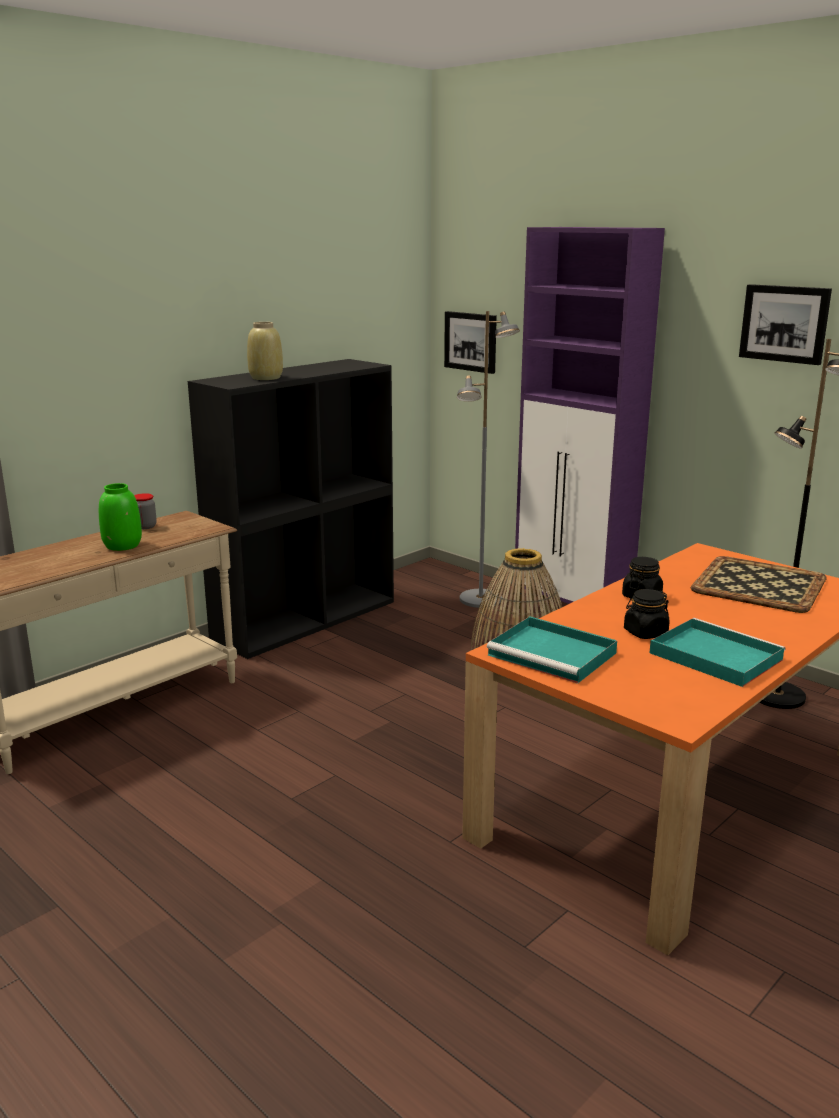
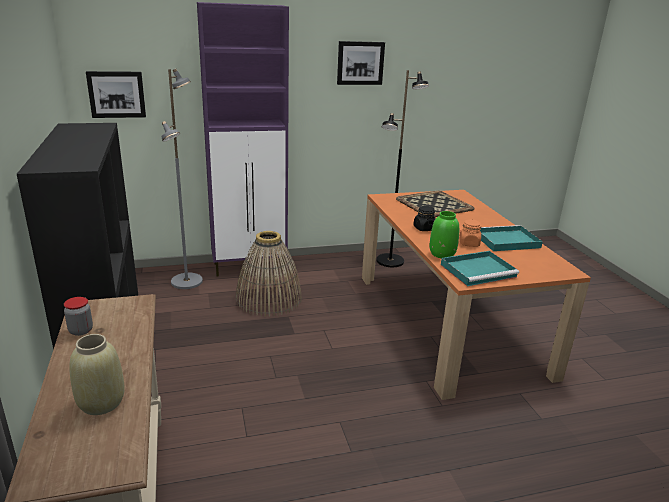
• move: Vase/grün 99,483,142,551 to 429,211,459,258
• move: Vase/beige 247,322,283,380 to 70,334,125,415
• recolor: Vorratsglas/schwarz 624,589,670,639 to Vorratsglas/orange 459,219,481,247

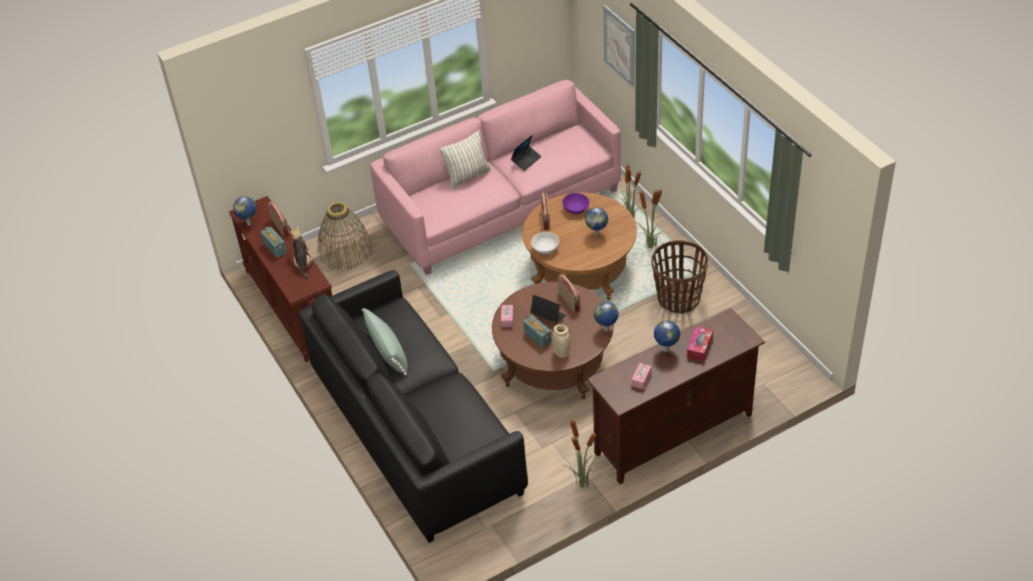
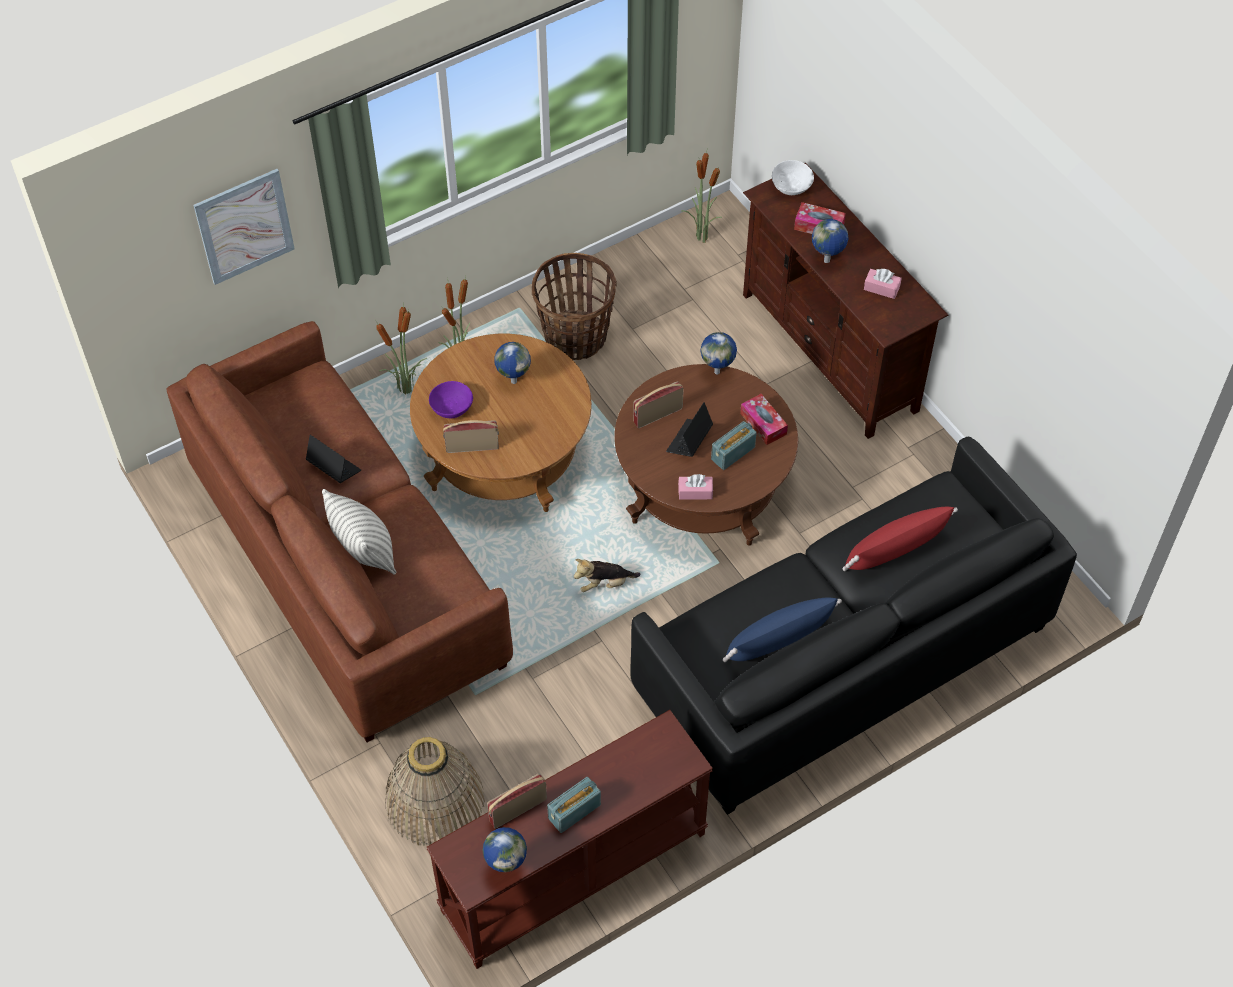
• move: Plüschtier 290,226,314,279 to 574,559,640,592
• recolor: Kissen/grün 362,308,407,375 to Kissen/blau 723,598,842,662
• recolor: Sofa/rosa 370,80,621,275 to Sofa/braun 167,321,513,742
• move: Schüssel/weiß 531,232,559,254 to 772,160,814,195
• replace: Vase/beige 553,324,570,358 to Taschentuchbox 740,394,788,445
• move: Topfpflanze 563,418,600,488 to 682,147,722,243
• insert: Kissen/rot 843,507,958,571

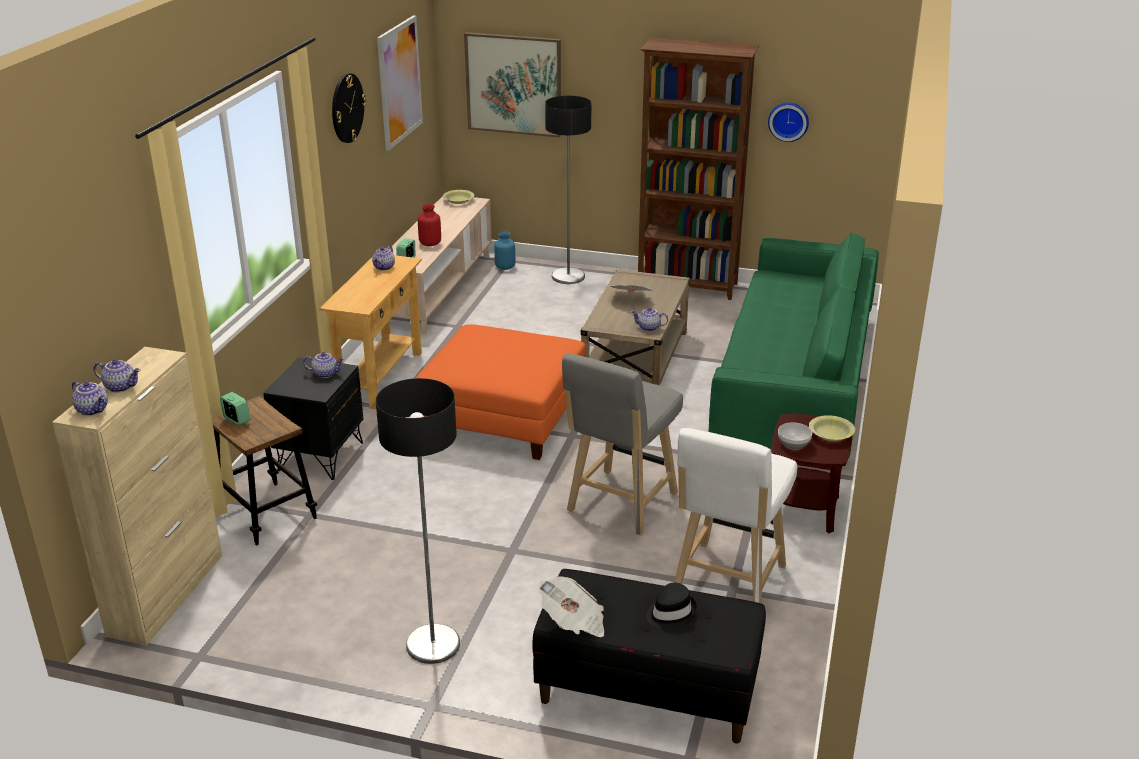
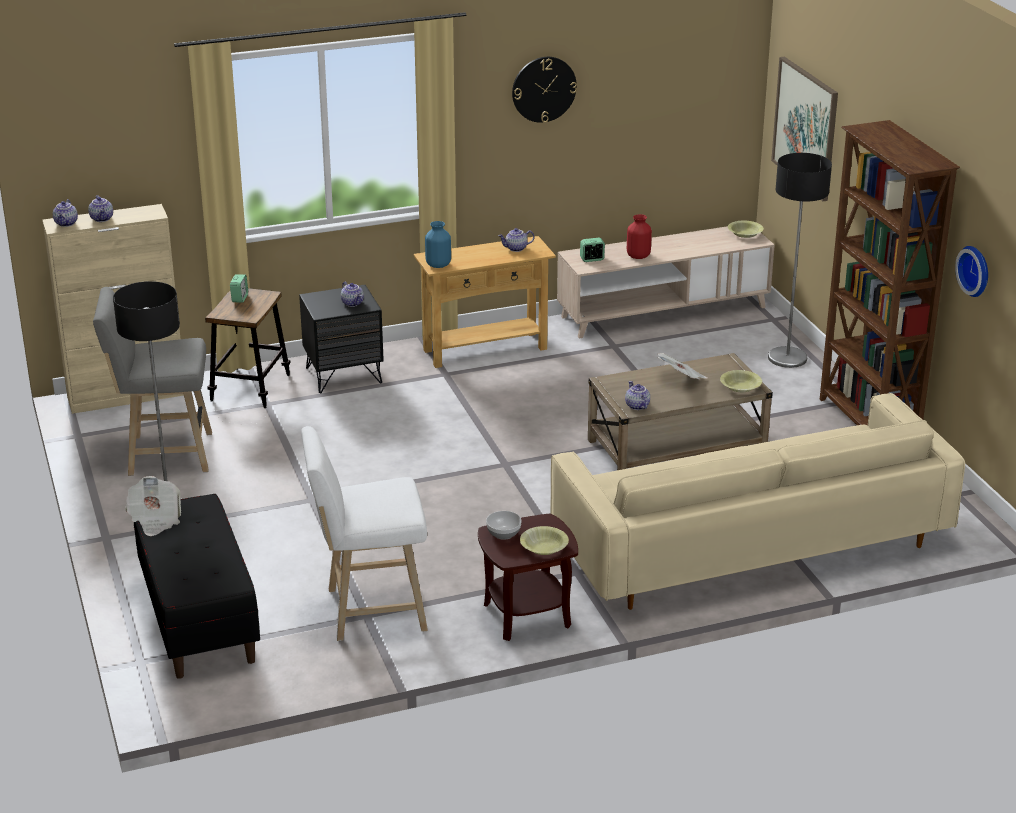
• delete: Bild 377,16,423,151
• delete: Polsterhocker/orange 416,324,586,460
• move: Vase/blau 494,232,515,270 to 425,221,451,268
• move: Hocker/grau 562,354,683,535 to 93,287,212,476
• delete: Hut/schwarz 646,582,697,629
• recolor: Sofa/grün 709,232,879,459 to Sofa/beige 550,393,965,610
• insert: Schüssel/gelb 720,370,762,392

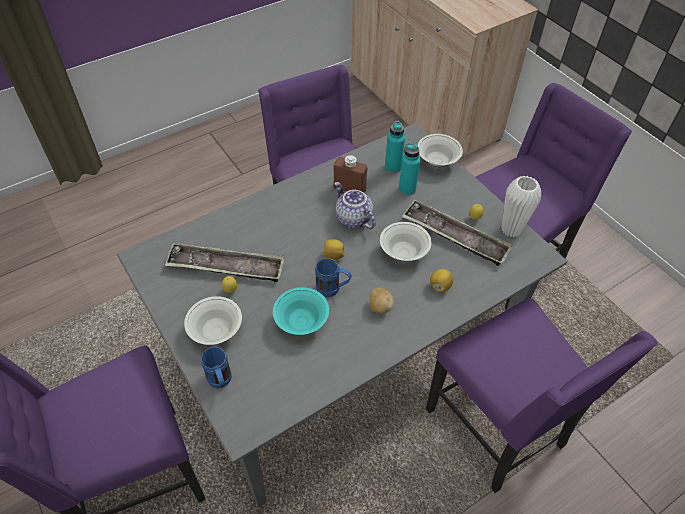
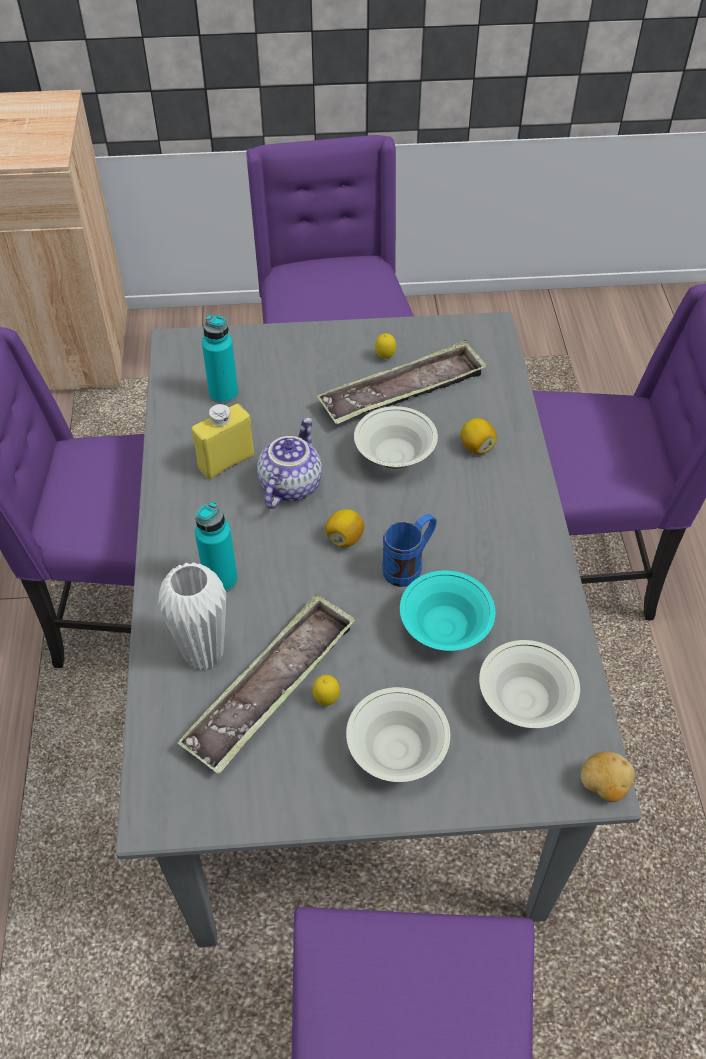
• delete: Henkelbecher/blau 201,346,232,389
• recolor: Flasche/braun 333,155,367,193 to Flasche/gelb 192,403,254,480
• rotate: Teekanne 334,182,376,229 = 257,417,322,509 120 degrees clockwise
• move: Kartoffel 369,288,394,314 to 581,751,635,802
• move: Flasche/türkis 399,143,421,196 to 195,502,238,592
• move: Schüssel/weiß 418,134,463,167 to 479,640,580,728
• move: Vase/weiß 502,176,541,237 to 158,562,226,670

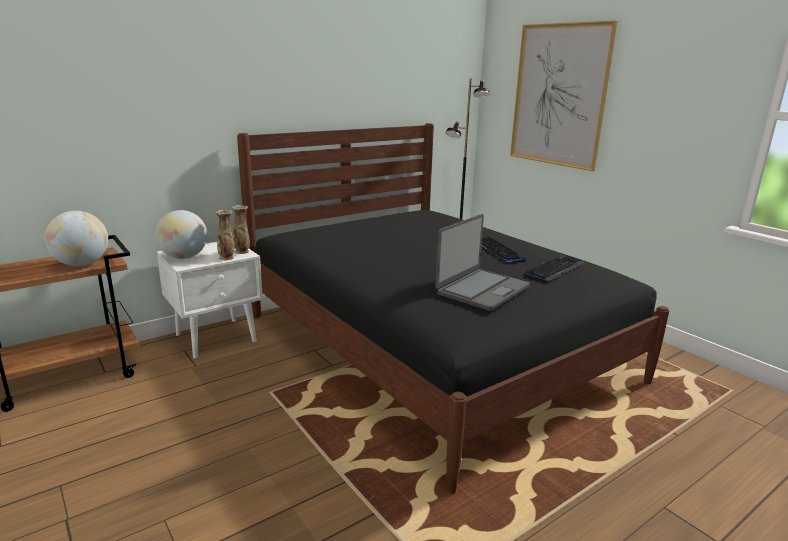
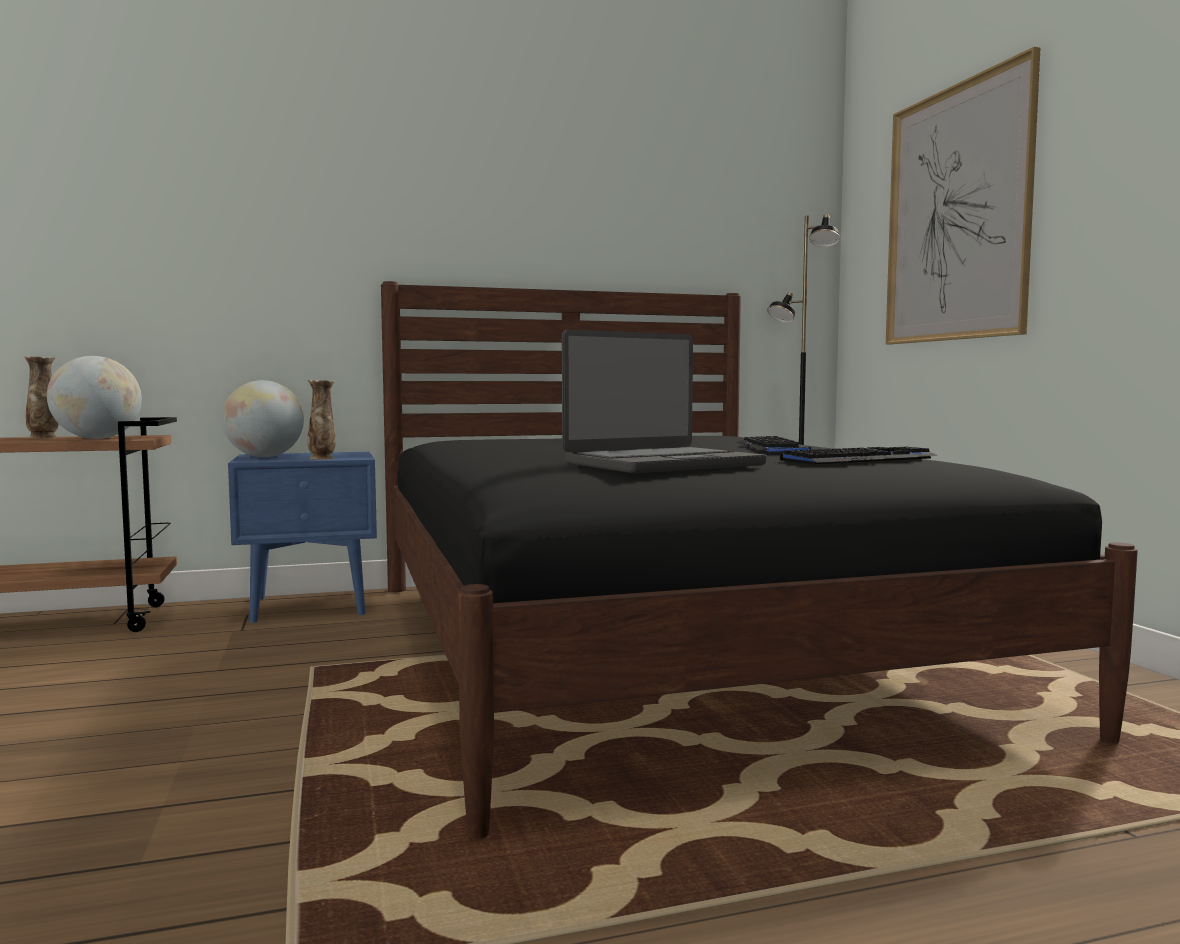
• recolor: Nachttisch/weiß 156,242,263,358 to Nachttisch/blau 228,452,377,623
• move: Vase 232,205,250,254 to 24,356,59,439

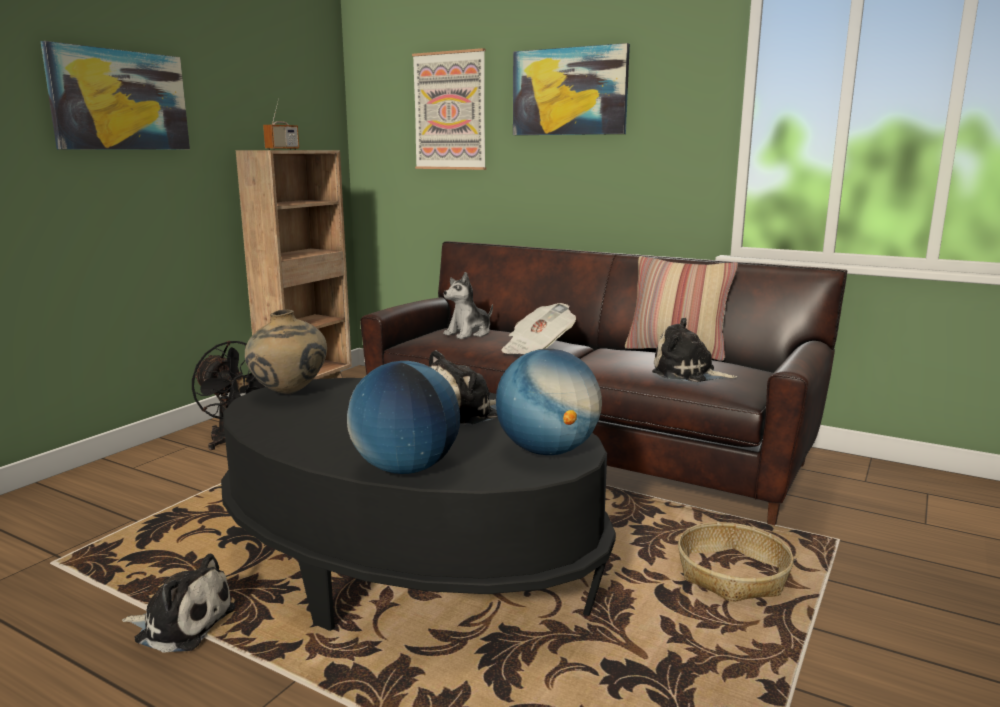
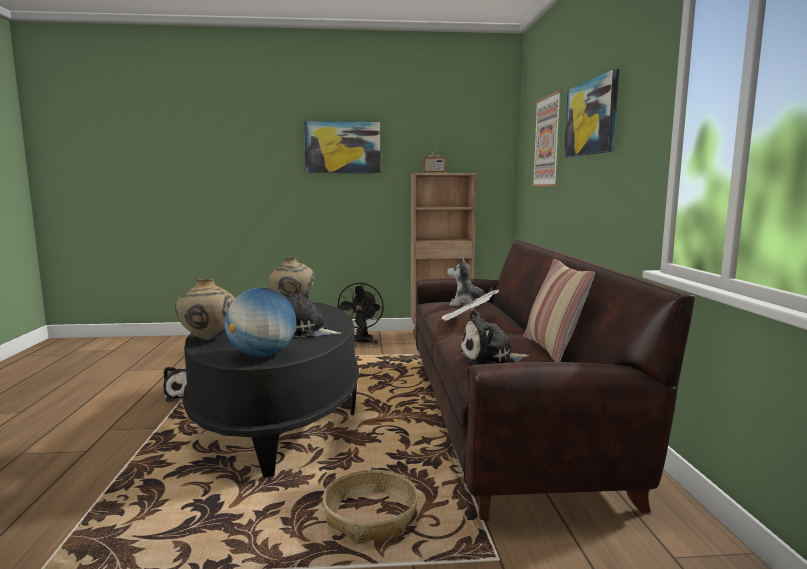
• replace: Globus 347,361,460,474 to Vase/beige 175,279,235,340
• rotate: Plüschtier 652,318,737,382 = 459,310,528,365 90 degrees counterclockwise

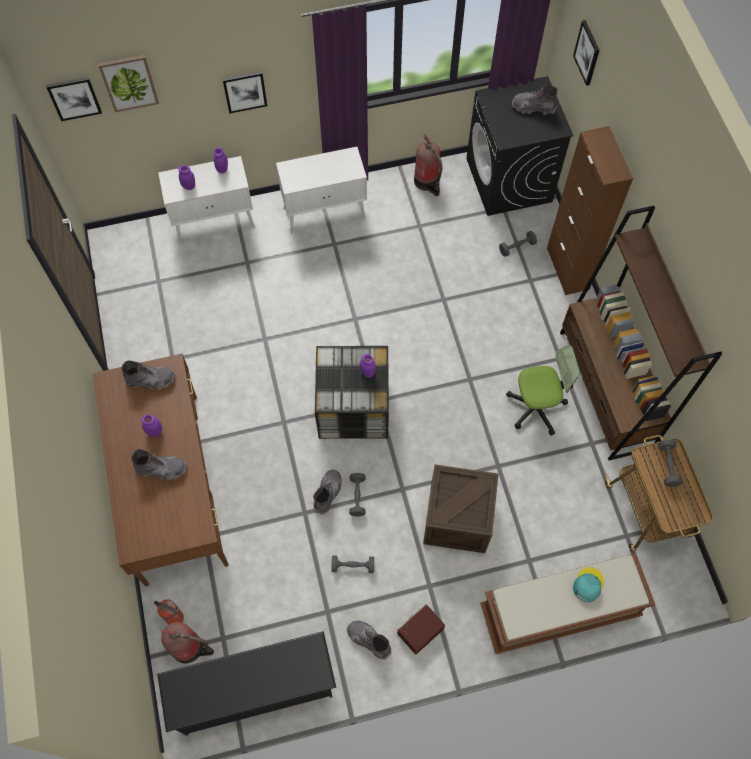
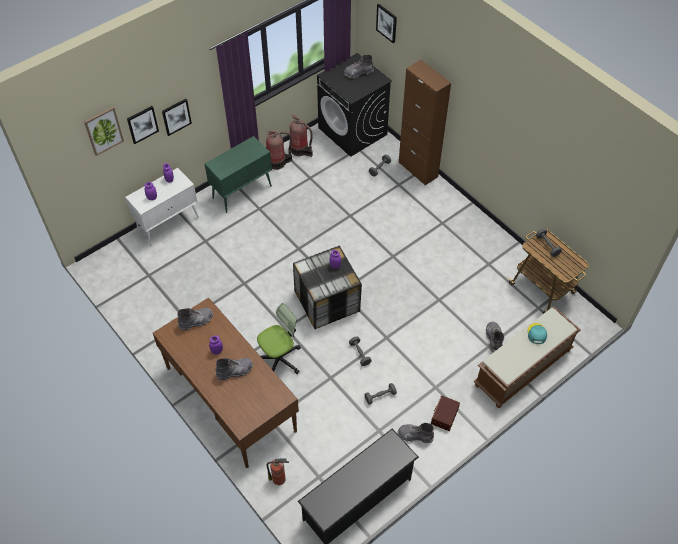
• move: Bild 46,77,102,121 to 127,106,159,144
• move: Feuerlöscher 160,622,214,663 to 266,131,292,170
• recolor: Schrank/weiß 276,147,367,234 to Schrank/grün 205,136,272,213
• move: Stiefel/grau 313,469,342,515 to 486,322,504,352
• delete: Kiste 423,464,499,553
• move: Bürostuhl 506,346,580,436 to 257,303,301,374
• delete: Bücherregal/braun 560,206,722,460

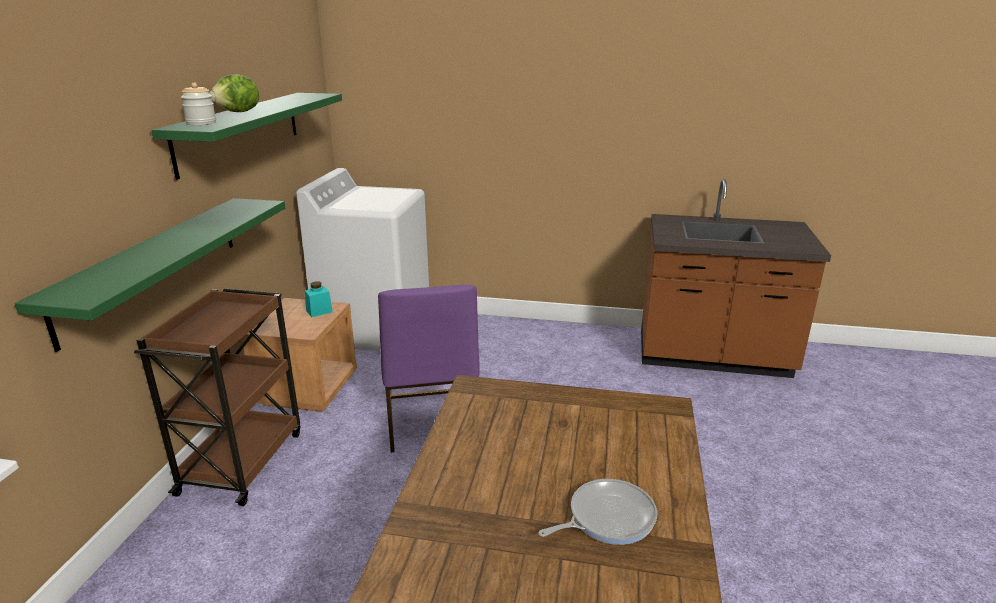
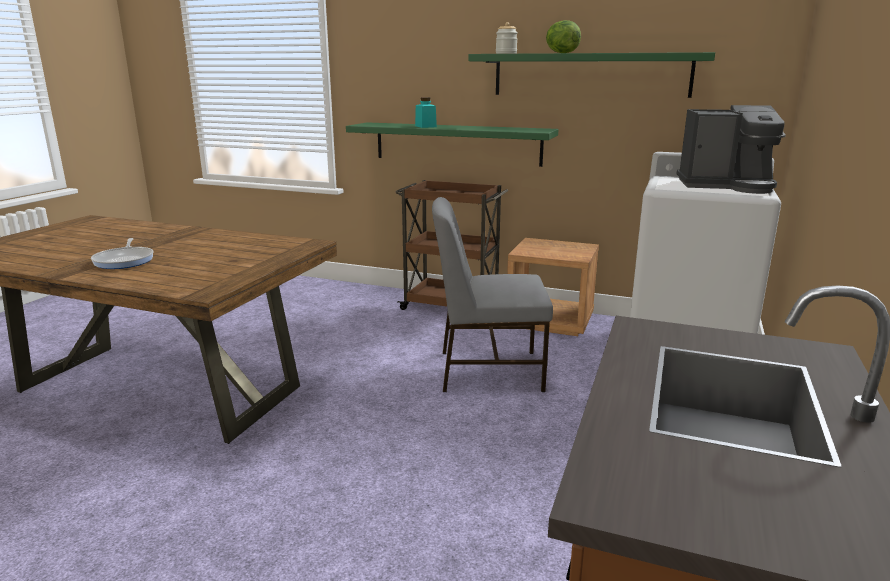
• move: Vorratsglas/türkis 305,281,333,317 to 415,97,437,128
• recolor: Stuhl/lila 378,285,480,452 to Stuhl/grau 432,197,553,392
• insert: Kaffeemaschine 677,105,786,194

